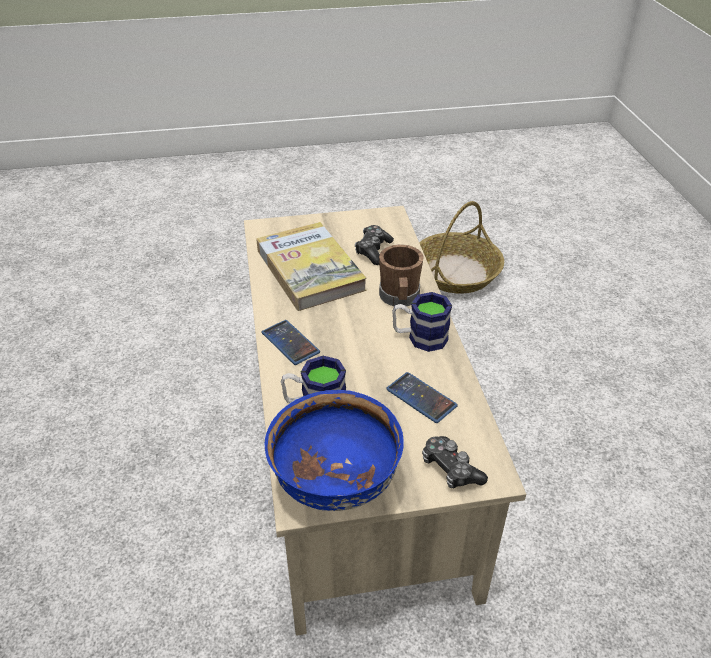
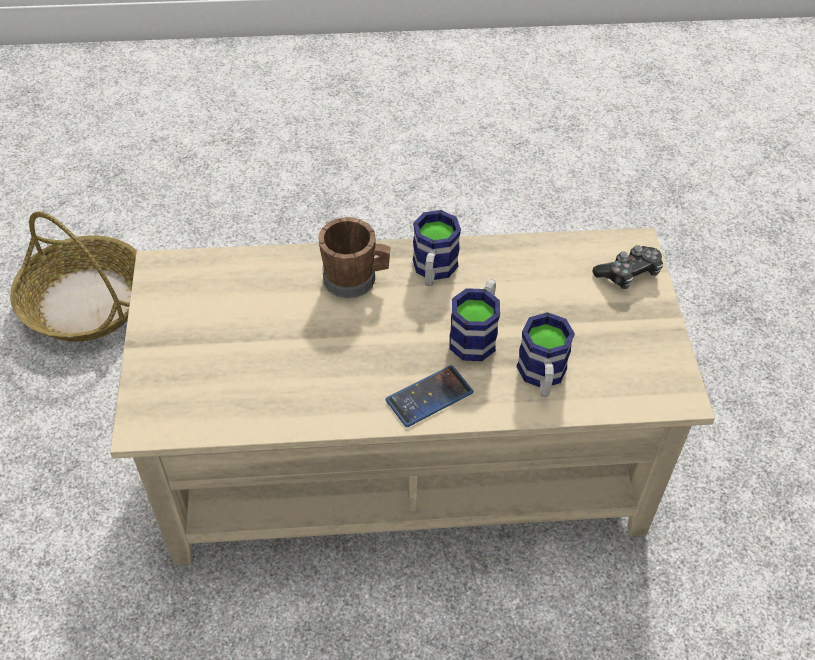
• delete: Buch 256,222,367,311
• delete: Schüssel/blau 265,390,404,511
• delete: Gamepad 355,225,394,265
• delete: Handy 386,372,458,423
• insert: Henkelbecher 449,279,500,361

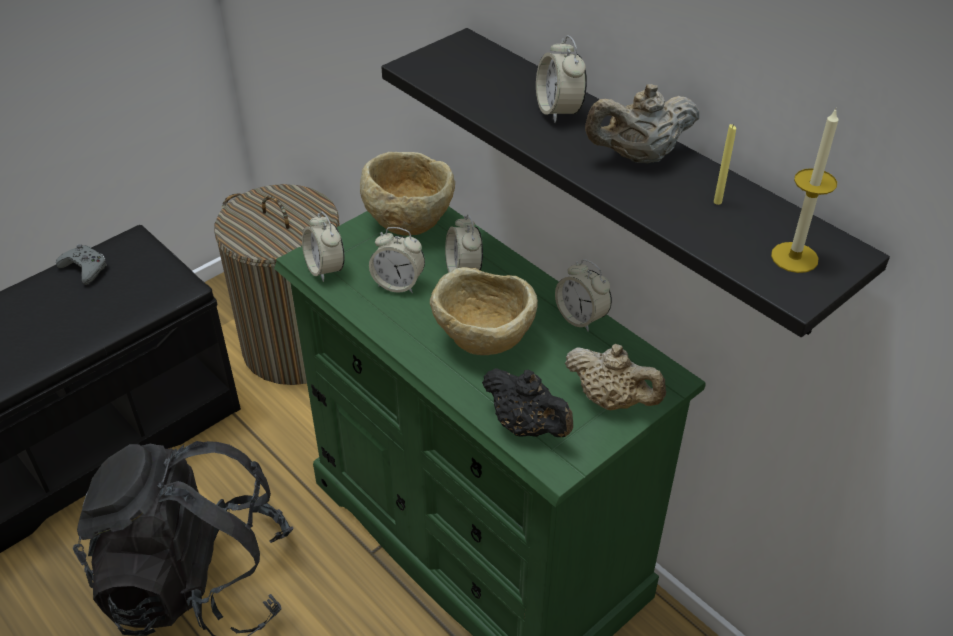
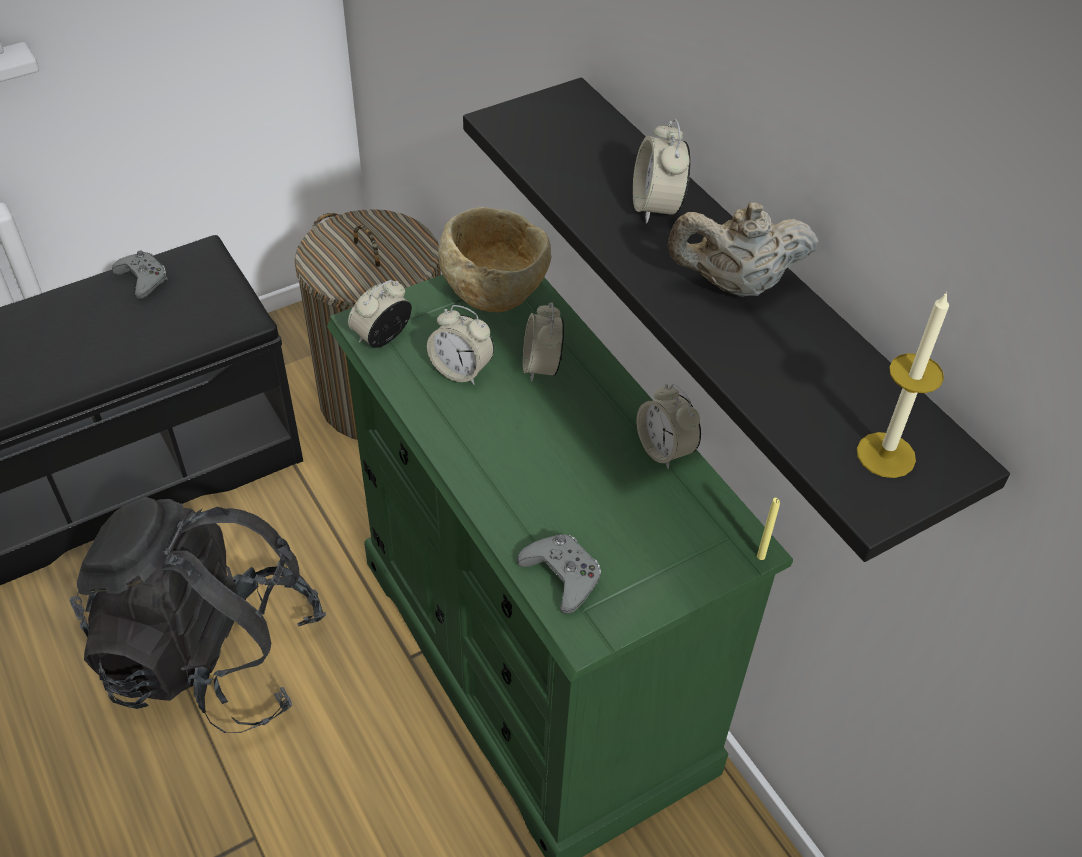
• rotate: Wecker 302,212,345,282 = 348,280,412,348 60 degrees clockwise
• delete: Schüssel/beige 430,267,538,355
• replace: Teekanne/schwarz 482,368,573,437 to Gamepad/grau 517,534,601,614
• delete: Teekanne/beige 565,344,666,410
• move: Kerze/gelb 714,124,736,205 to 757,498,780,560

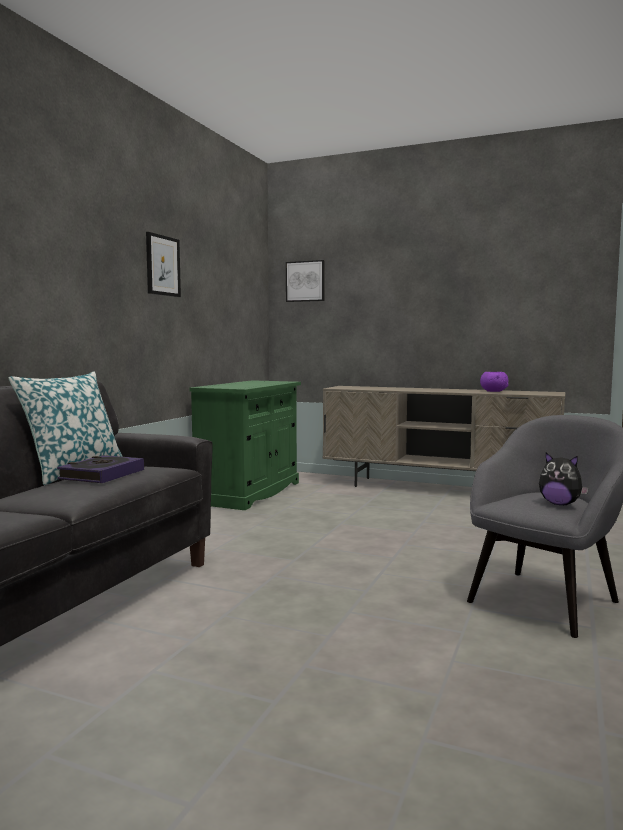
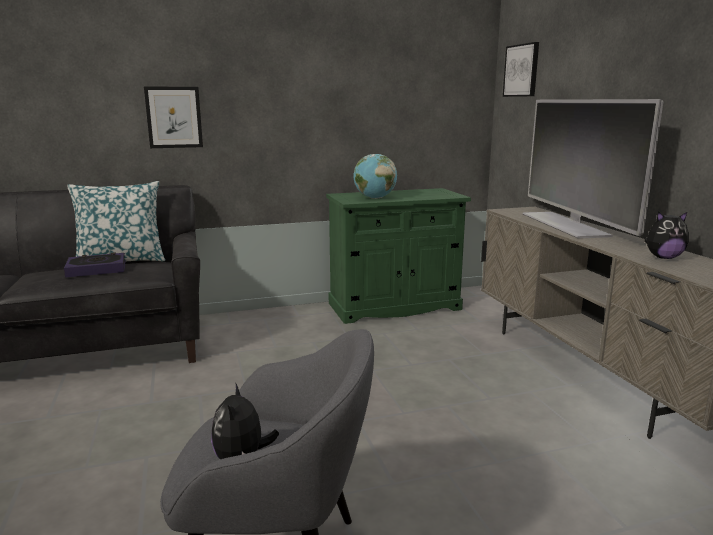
• move: Bild 146,232,181,297 to 144,86,203,148
• replace: Schüssel/lila 480,372,508,392 to Plüschtier 644,212,689,259
• insert: Globus 354,154,397,199
• insert: Fernseher 522,99,663,239

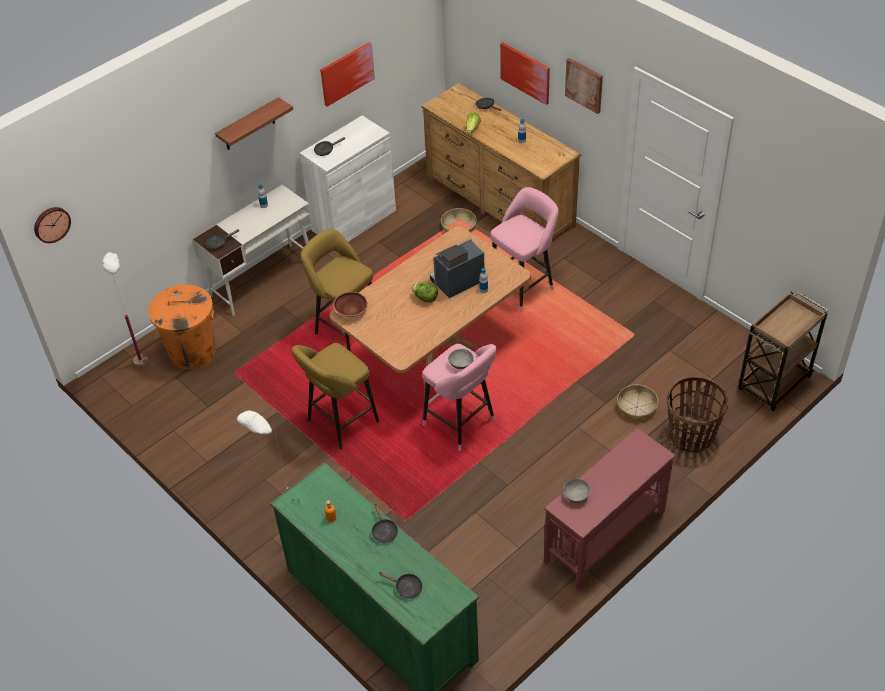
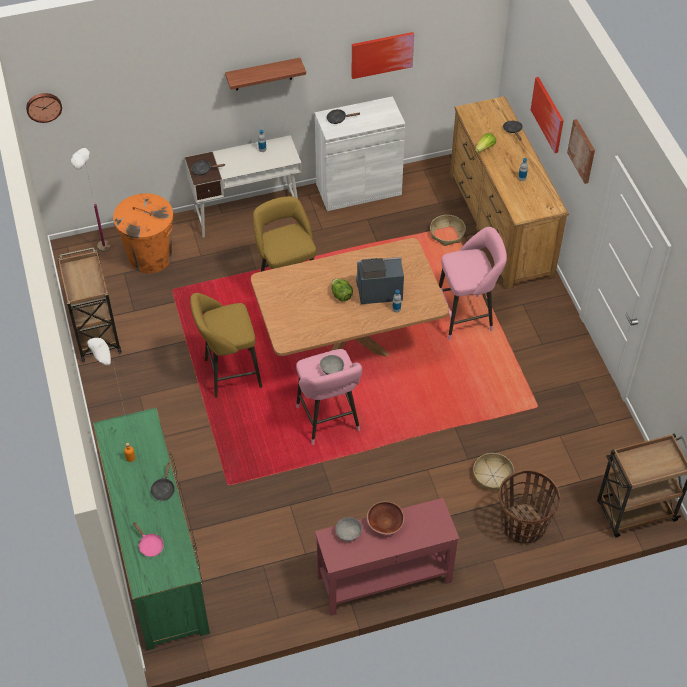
• move: Schüssel/braun 333,292,368,317 to 367,501,405,535
• recolor: Pfanne/schwarz 379,572,423,598 to Pfanne/rosa 133,522,164,557
• insert: Rollwagen/braun 57,247,121,362

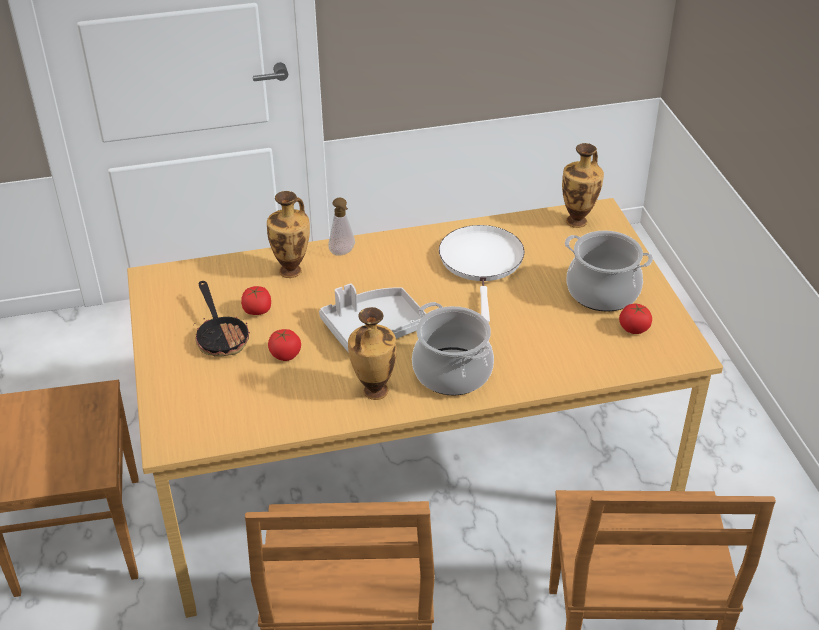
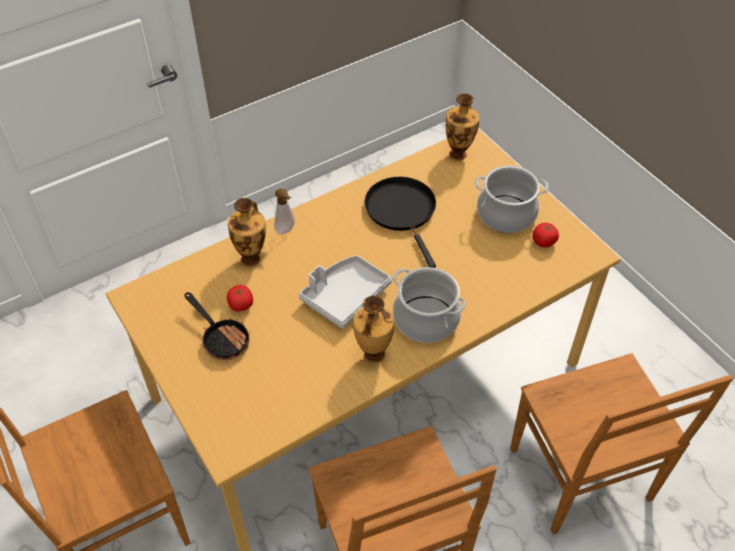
• delete: Tomate 268,329,301,361
• recolor: Pfanne/weiß 439,225,525,323 to Pfanne/schwarz 364,177,436,268

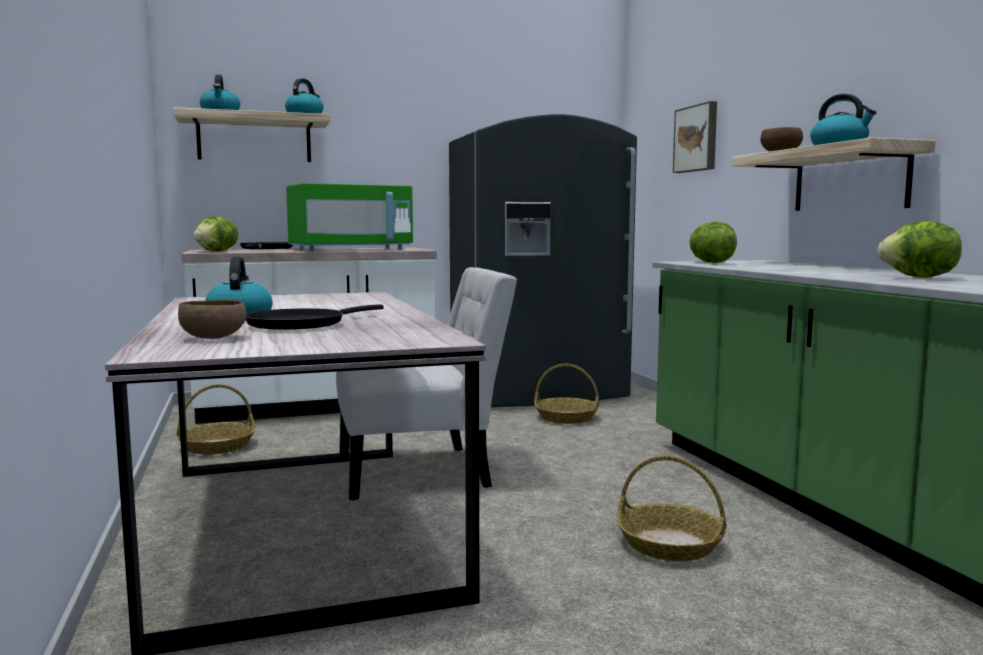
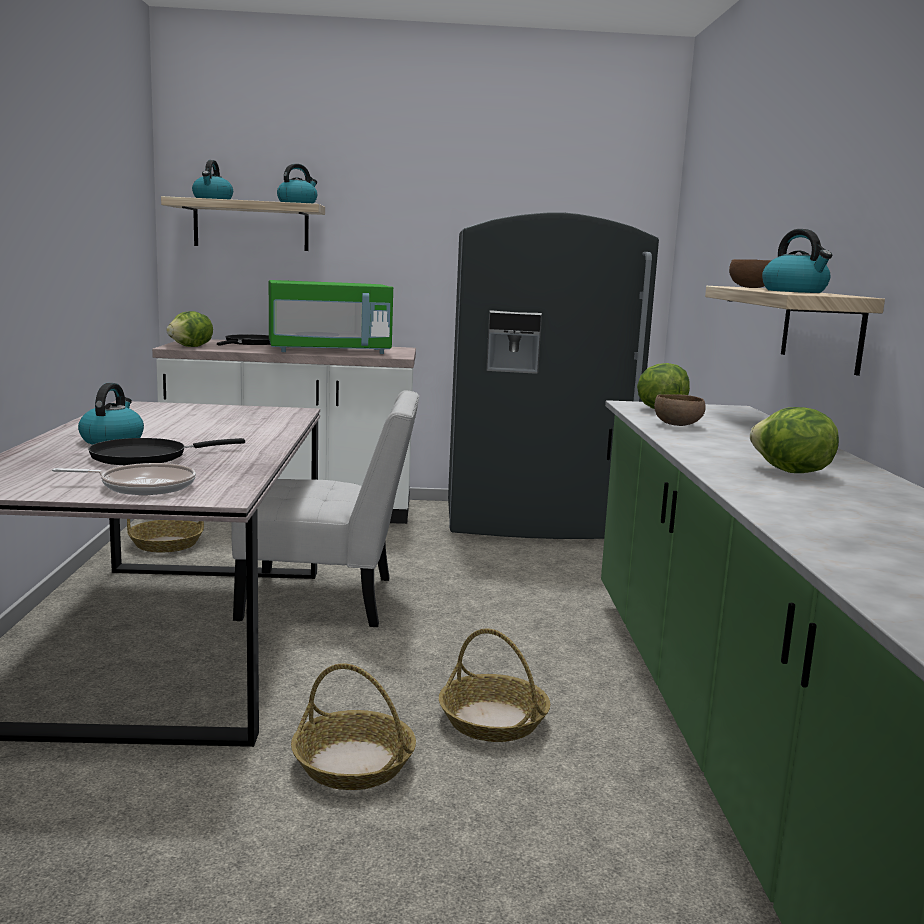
• move: Schüssel/braun 178,300,247,339 to 654,394,706,426
• move: Korb 534,364,599,424 to 291,663,416,790
• delete: Bild 673,101,717,173
• insert: Pfanne 52,463,196,495

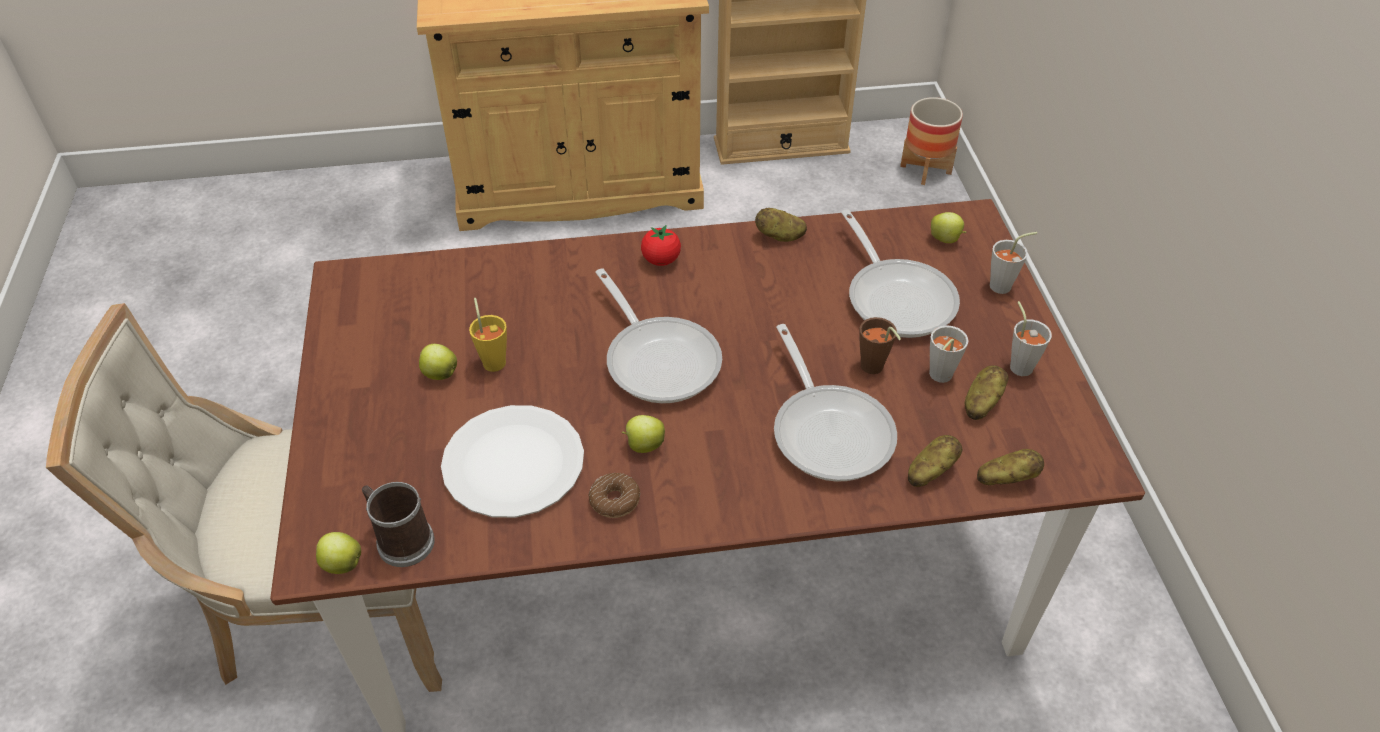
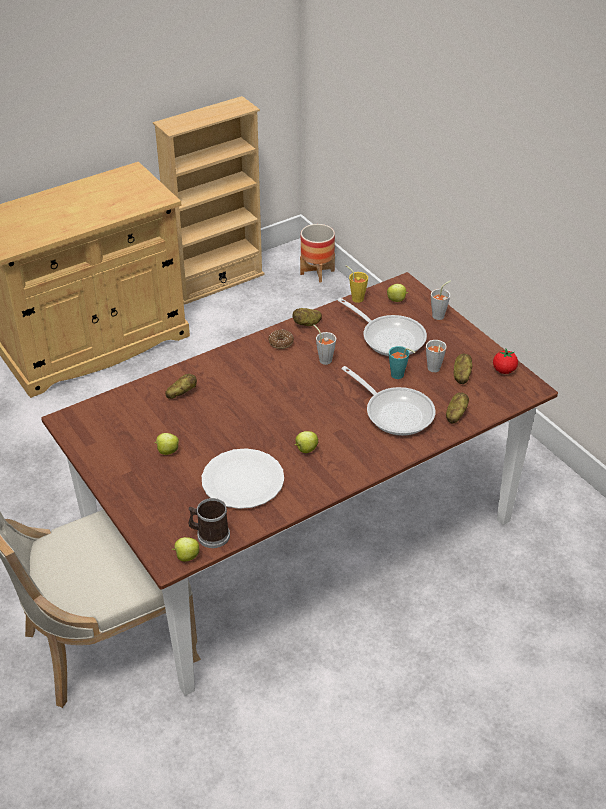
• move: Tasse/gelb 469,298,507,372 to 346,265,368,303
• move: Donut 588,473,640,518 to 268,329,294,349
• delete: Pfanne 595,269,722,403
• move: Tomate 641,225,681,266 to 493,349,518,374
• recolor: Tasse/braun 859,317,901,374 to Tasse/türkis 389,346,415,379
• move: Kartoffel 977,449,1044,485 to 165,374,197,399
• move: Tasse/grau 1010,301,1052,376 to 313,324,336,365

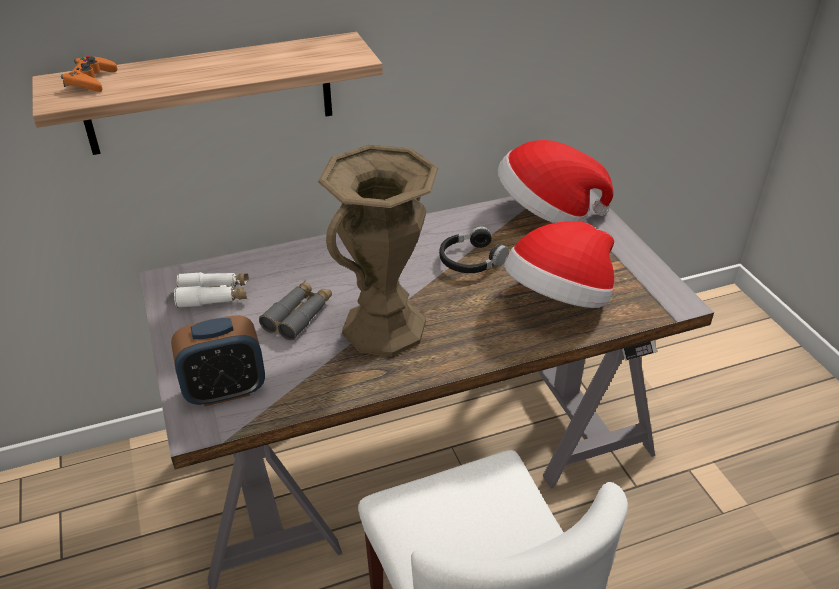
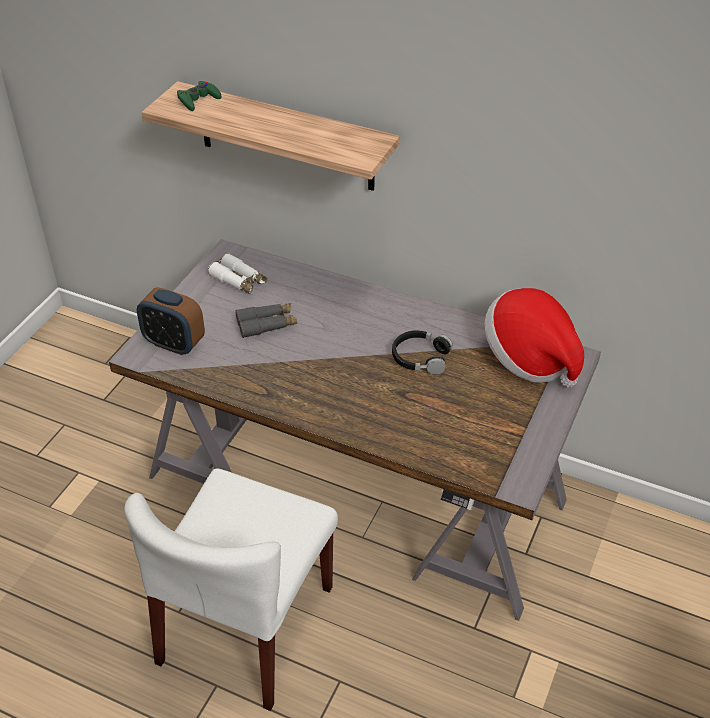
• recolor: Gamepad/orange 61,56,118,92 to Gamepad/grün 177,81,221,111
• delete: Vase/braun 318,145,439,357
• delete: Hut 504,221,614,308

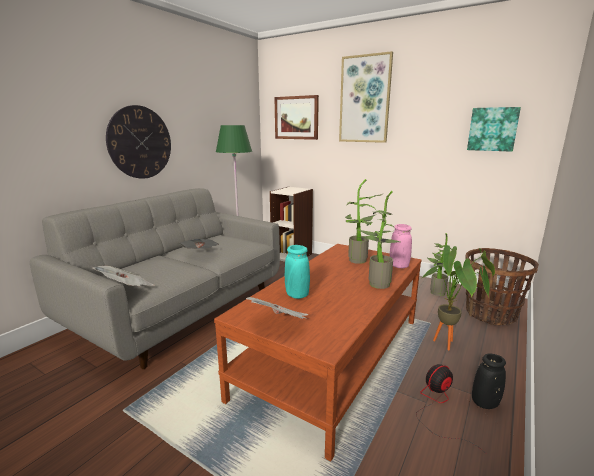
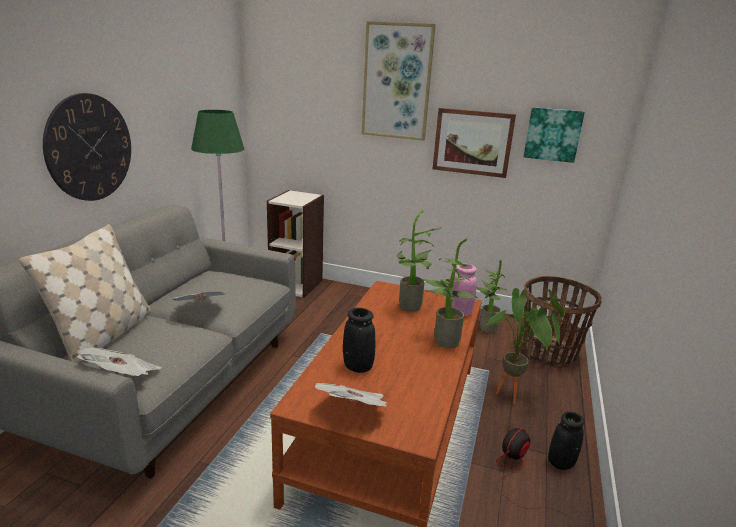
• move: Bild 275,95,319,140 to 433,108,516,178
• recolor: Vase/türkis 285,245,310,299 to Vase/schwarz 343,308,375,373
• insert: Kissen/beige 19,224,151,364

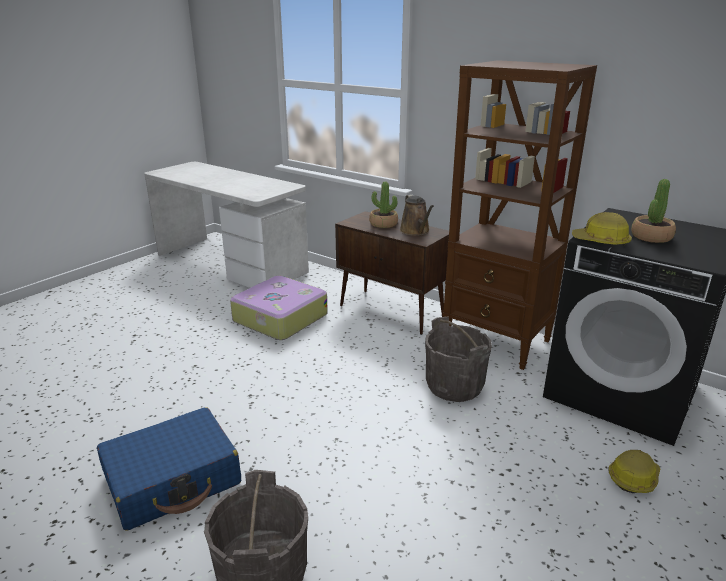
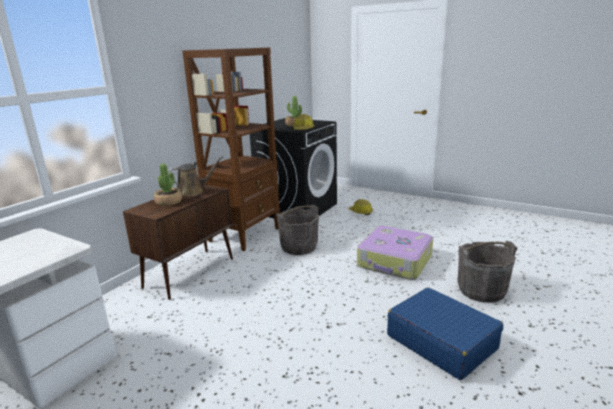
• move: Koffer 230,276,328,340 to 357,226,433,280

